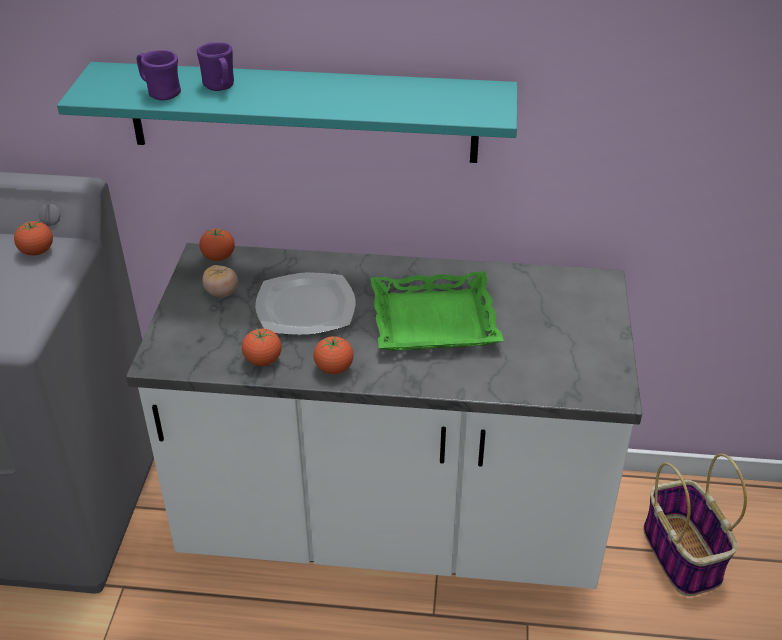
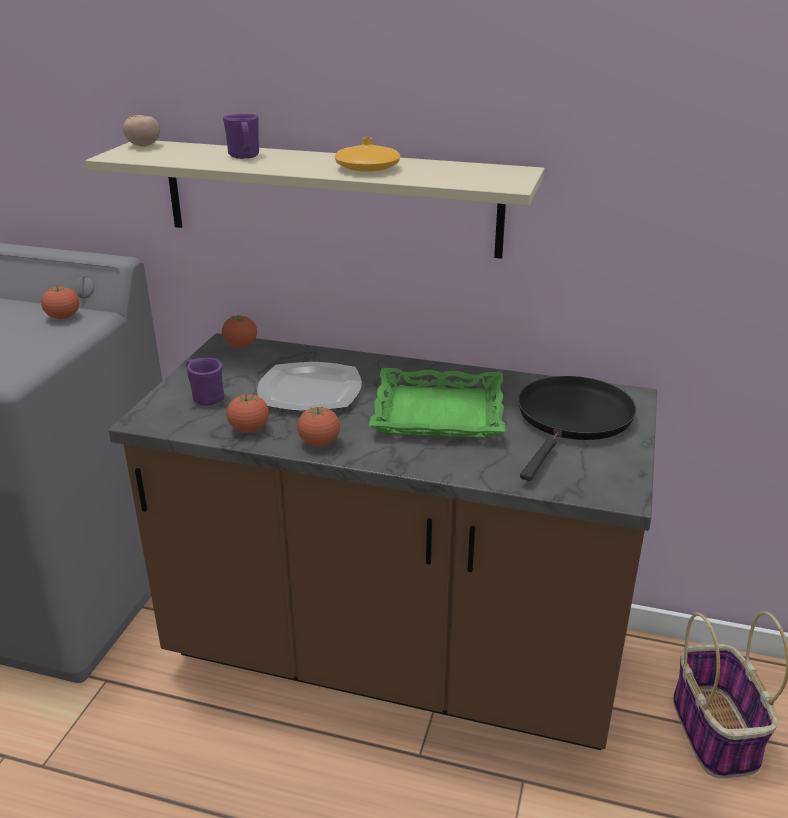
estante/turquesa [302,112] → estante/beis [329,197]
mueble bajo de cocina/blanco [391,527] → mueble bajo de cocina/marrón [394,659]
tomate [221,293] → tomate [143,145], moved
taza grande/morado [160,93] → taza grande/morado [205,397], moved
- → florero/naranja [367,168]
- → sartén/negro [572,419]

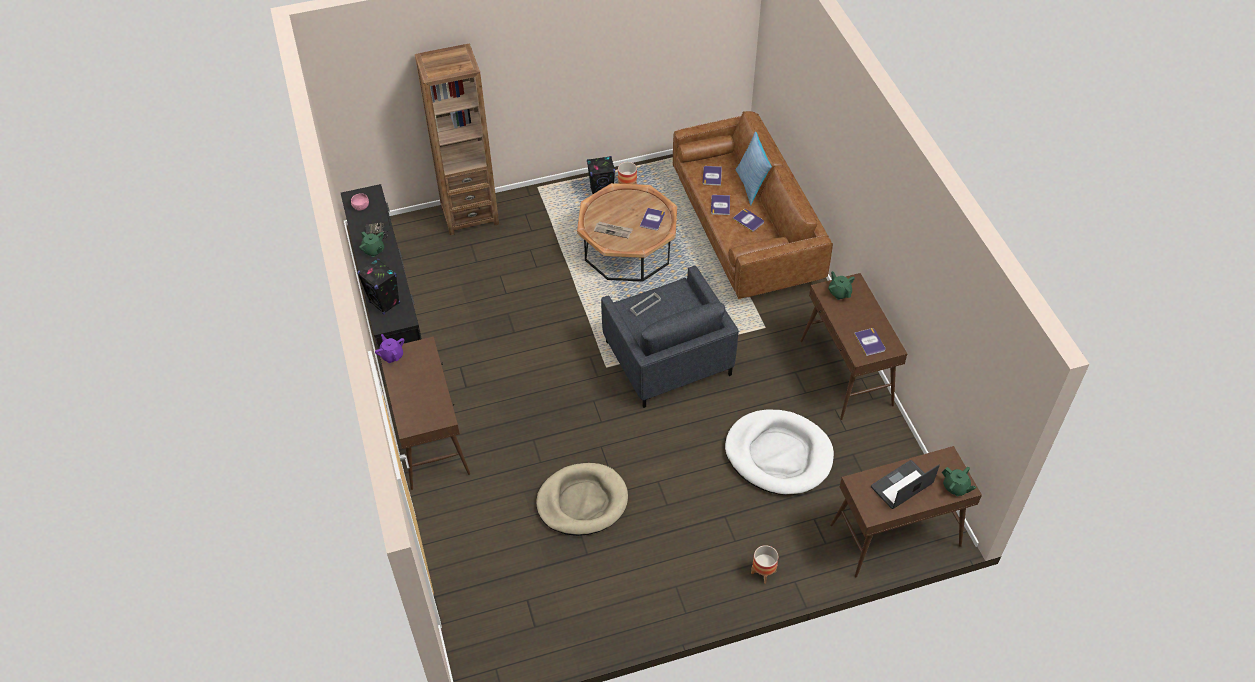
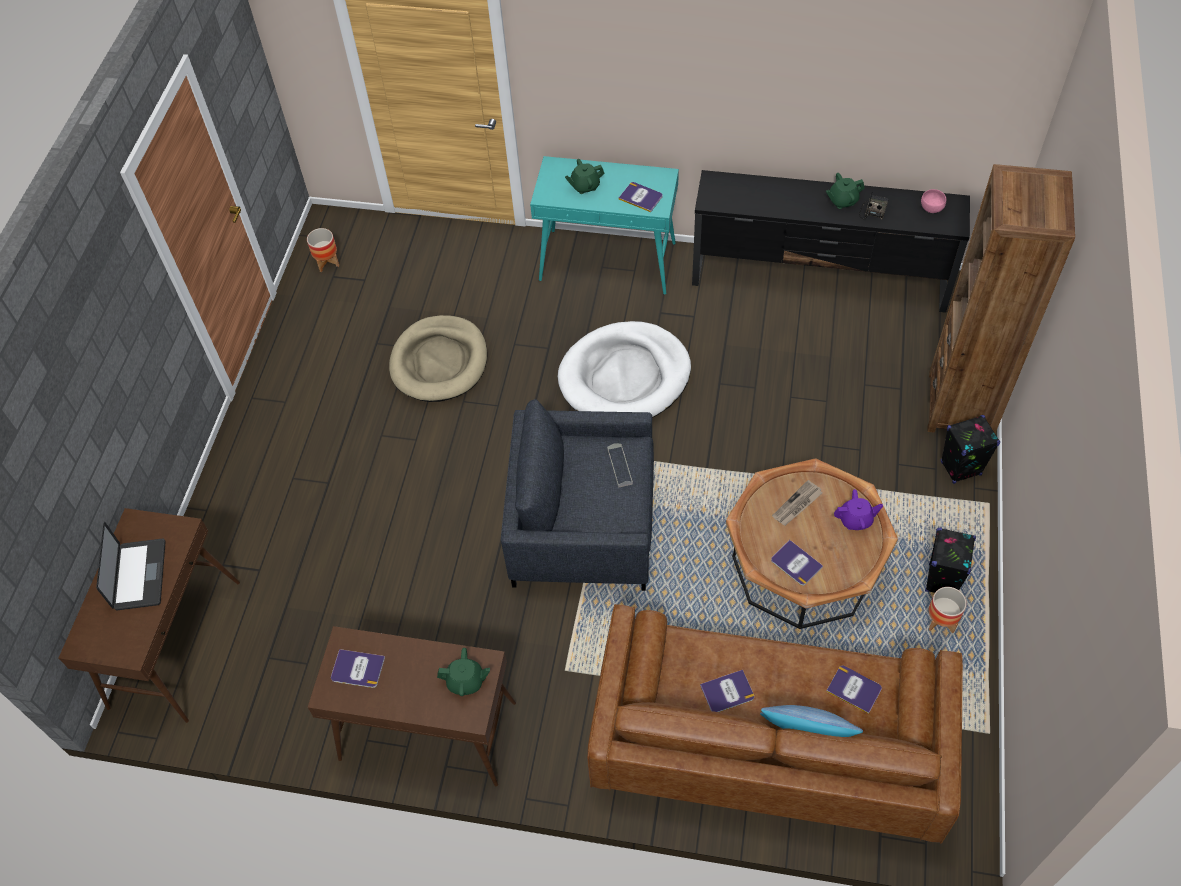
maceta [763,572] → maceta [327,262], moved
mesa consola/marrón [429,438] → mesa consola/turquesa [608,261]
cama para perro/blanco [778,455] → cama para perro/blanco [624,377], moved
tetera/verde [955,487] → tetera/verde [585,186], moved
libro [720,205] → libro [641,197], moved
tetera/morado [392,355] → tetera/morado [855,520], moved
altavoz/negro [384,303] → altavoz/negro [960,468], moved

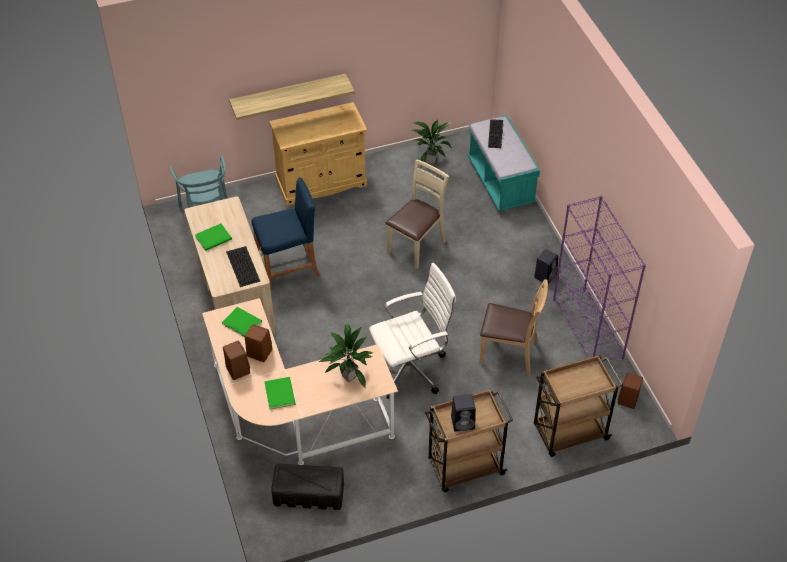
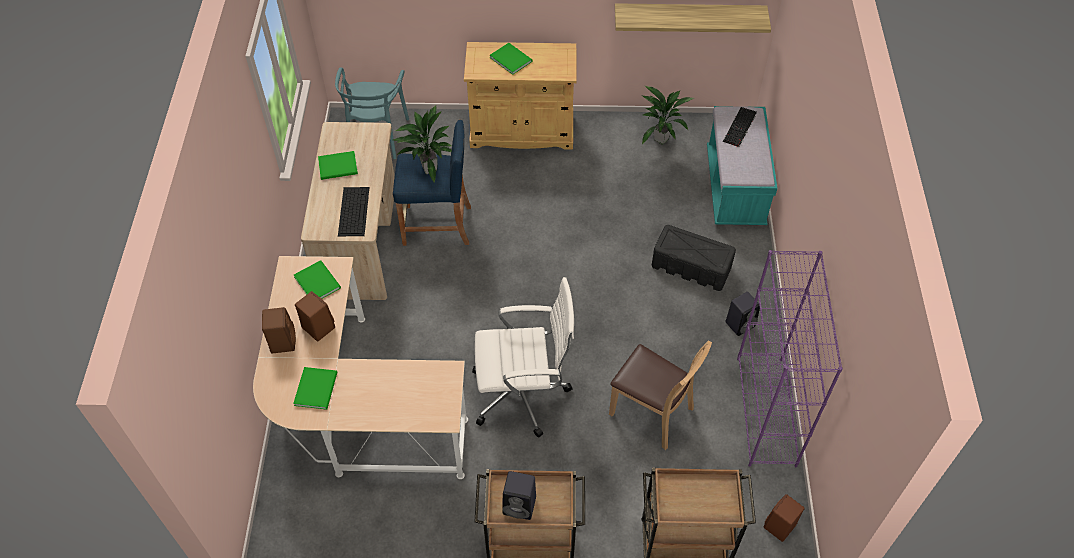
planta en maceta [348,376] → planta en maceta [428,169], moved
- → libro/verde [510,58]
estante [288,95] → estante [689,15], moved
caja de almacenaje/negro [309,494] → caja de almacenaje/negro [691,267], moved
silla/beis [416,246] → -

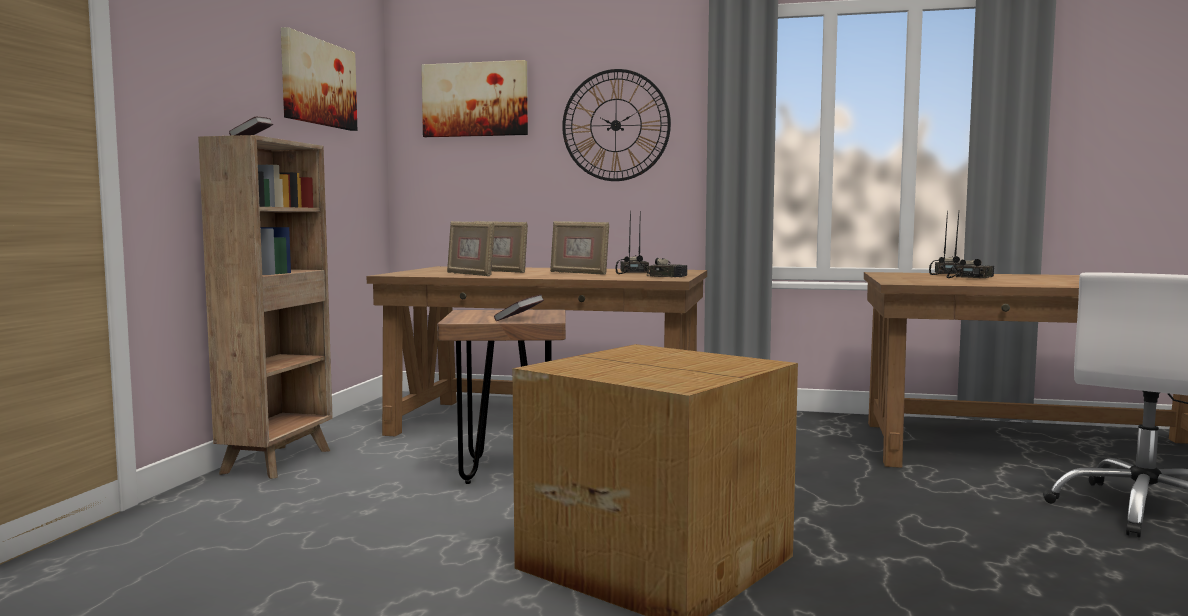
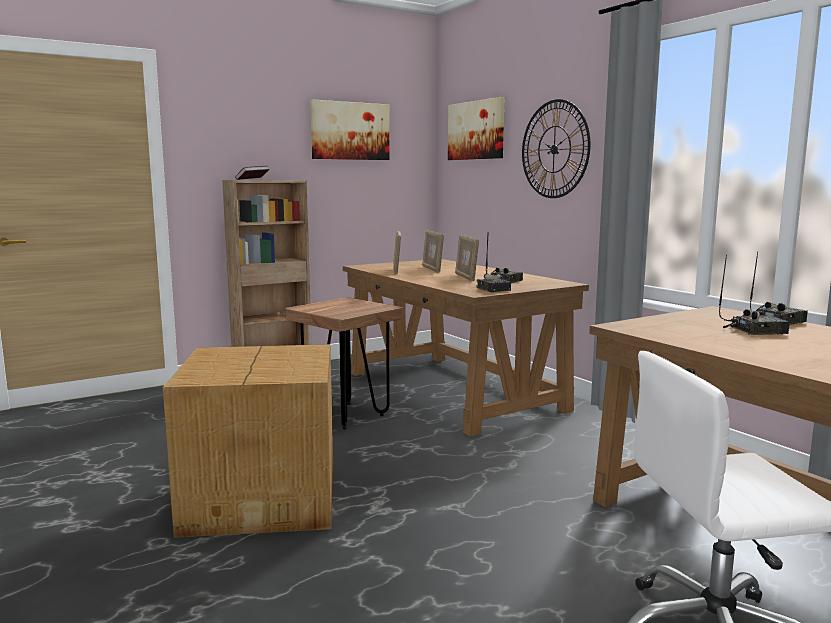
libro [519,319] → -

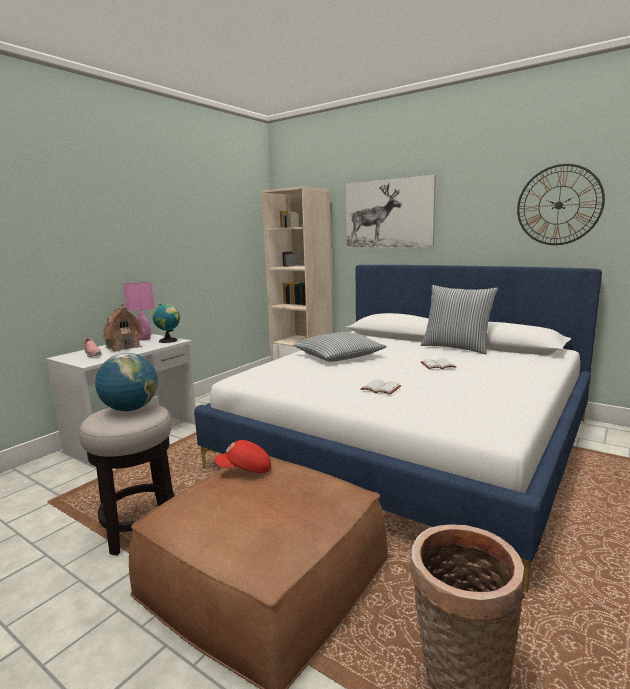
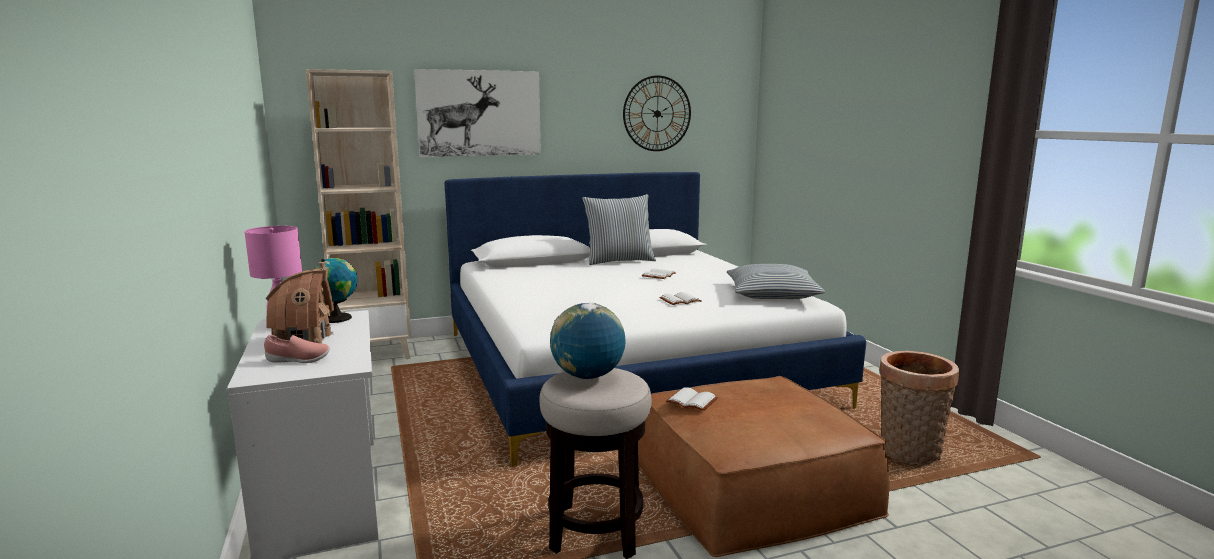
gorra/rojo [245,470] → libro/blanco [693,401]
cojín [338,356] → cojín [772,294], moved

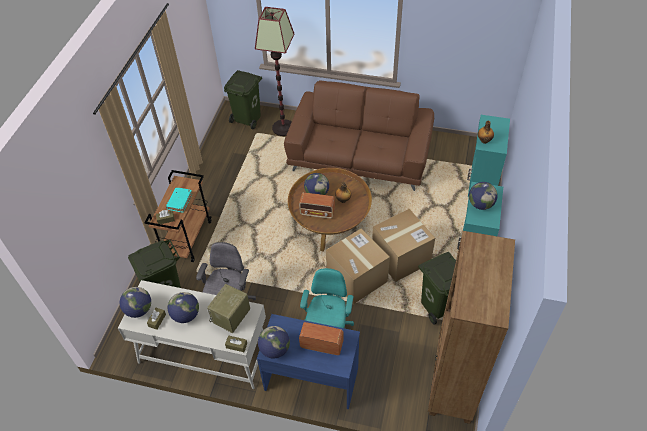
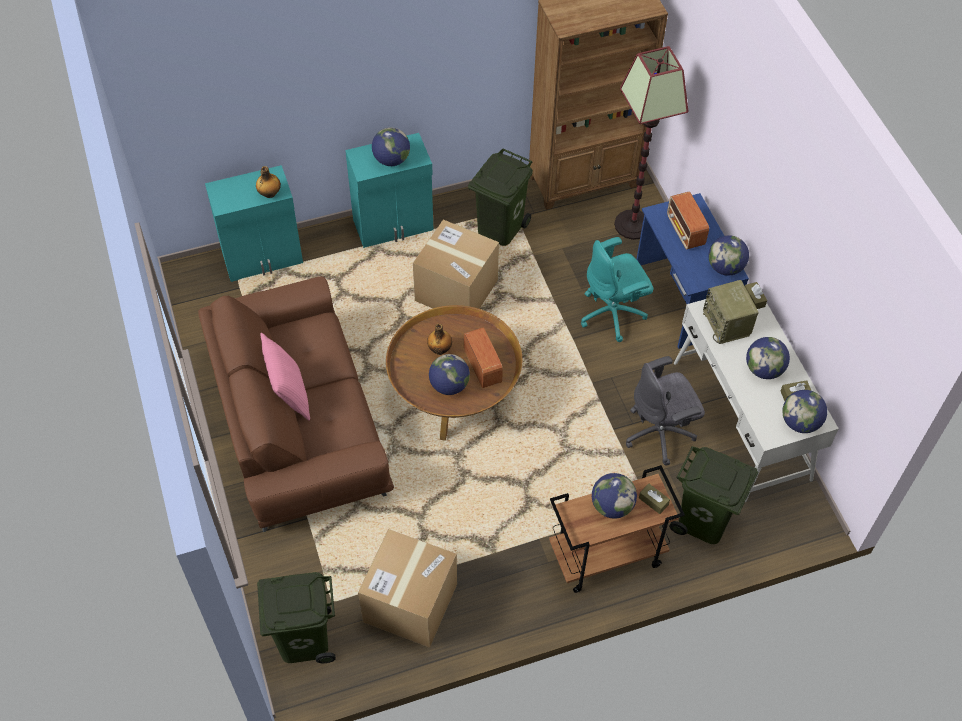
- → cojín/rosa [289,395]
caja de cartón [357,278] → caja de cartón [410,603], moved
libro/turquesa [180,201] → globo terráqueo [612,506]
lámpara de pie [283,128] → lámpara de pie [632,224], moved
radio [231,317] → radio [727,324], 75 degrees clockwise

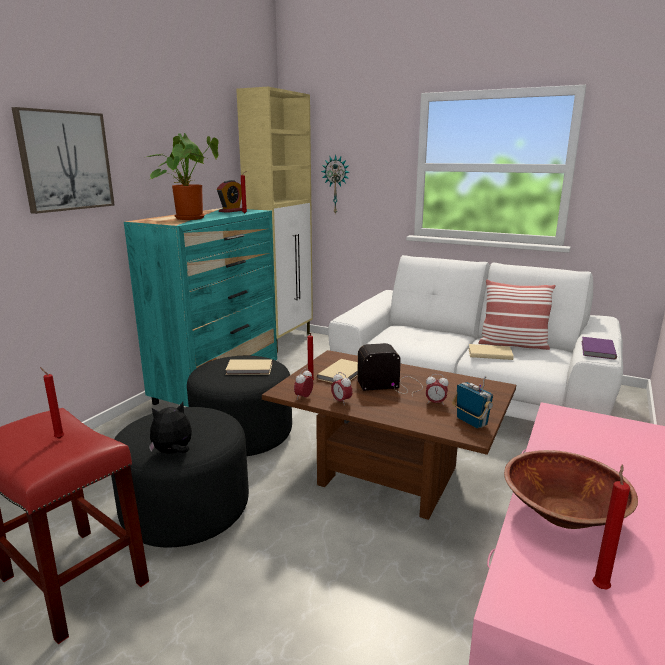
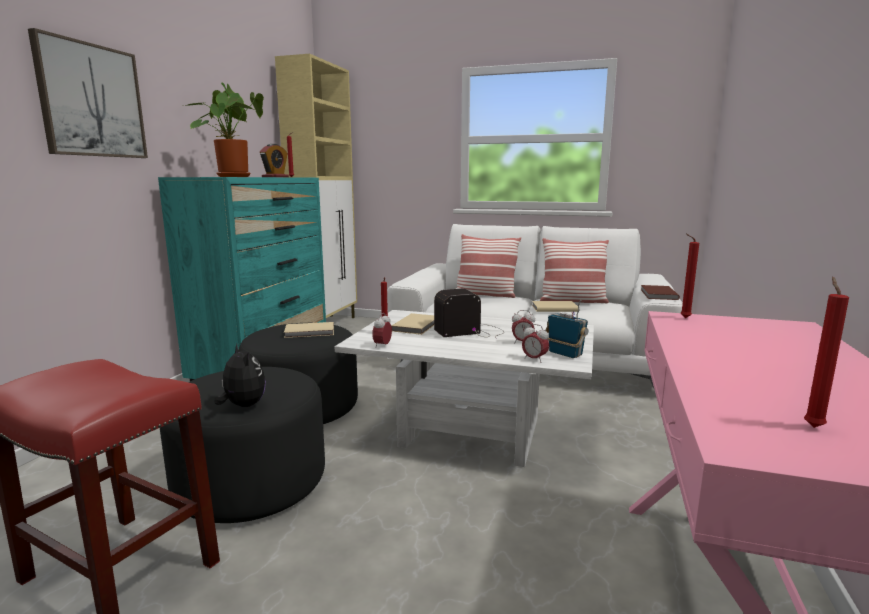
peluche [173,452] → peluche [242,406], 90 degrees clockwise
mesa de centro/marrón [388,476] → mesa de centro/blanco [471,432]
- → cojín [485,294]
despertador [341,401] → despertador [534,359], moved
libro/morado [596,350] → libro/marrón [657,294]
vela/rojo [58,438] → vela/rojo [683,318], moved
reloj de pared [336,185] → -
cuenco/marrón [563,514] → -

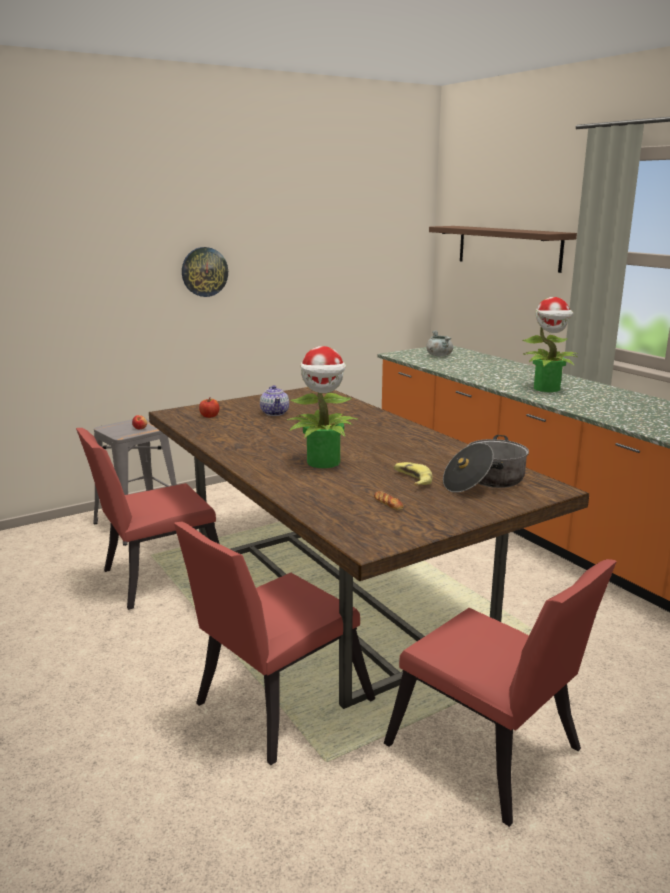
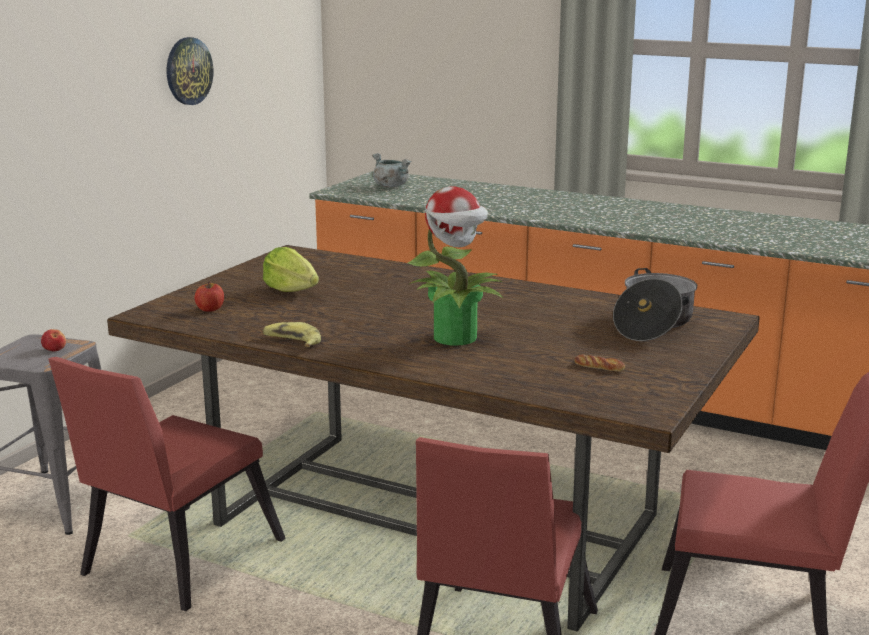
reloj de pared [204,272] → reloj de pared [188,71], moved
tetera [275,413] → lechuga [291,290]
plátano [412,479] → plátano [292,342], moved
estante [508,247] → -
planta en maceta [547,389] → -

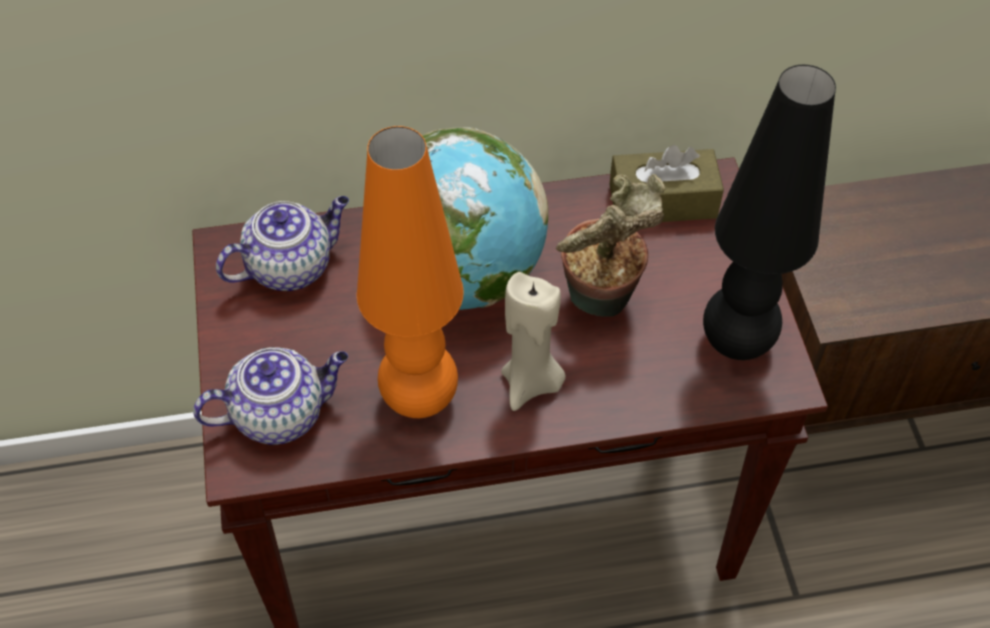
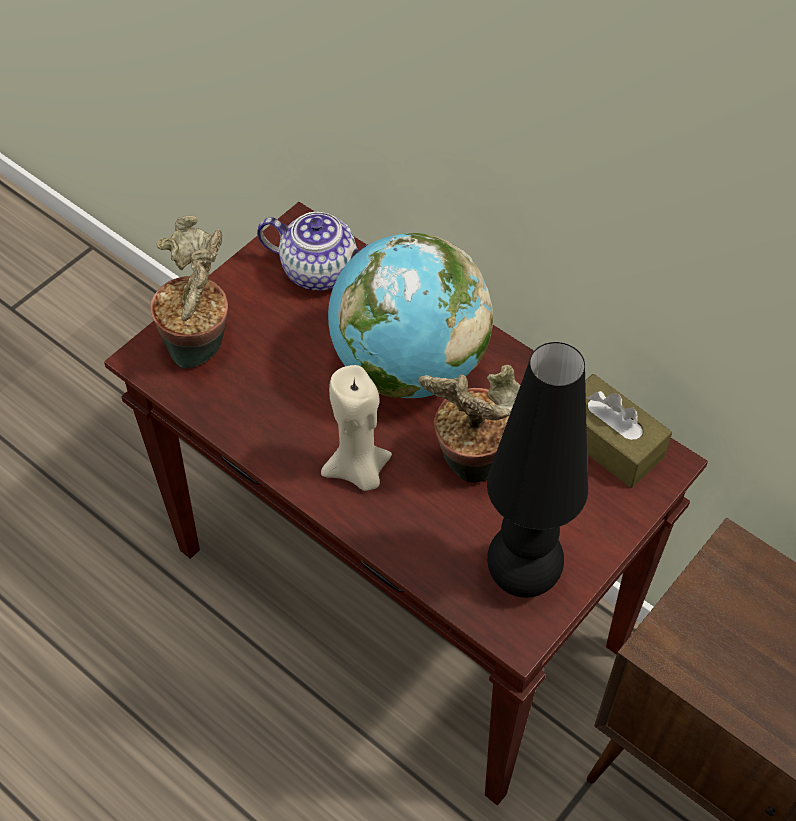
tetera [281,413] → planta en maceta [202,351]
lámpara de mesa/naranja [420,399] → -

